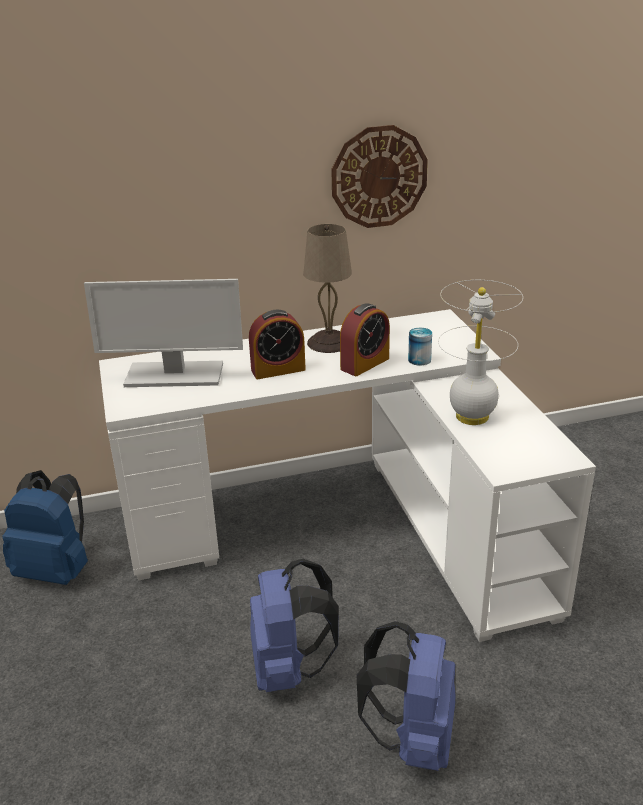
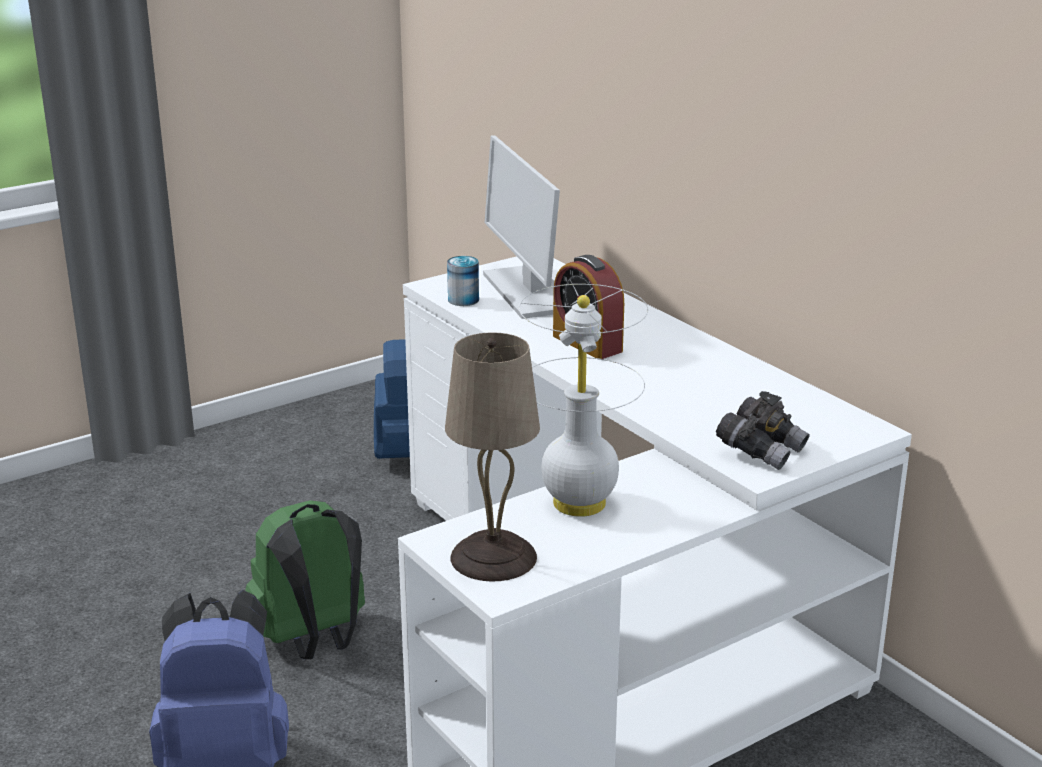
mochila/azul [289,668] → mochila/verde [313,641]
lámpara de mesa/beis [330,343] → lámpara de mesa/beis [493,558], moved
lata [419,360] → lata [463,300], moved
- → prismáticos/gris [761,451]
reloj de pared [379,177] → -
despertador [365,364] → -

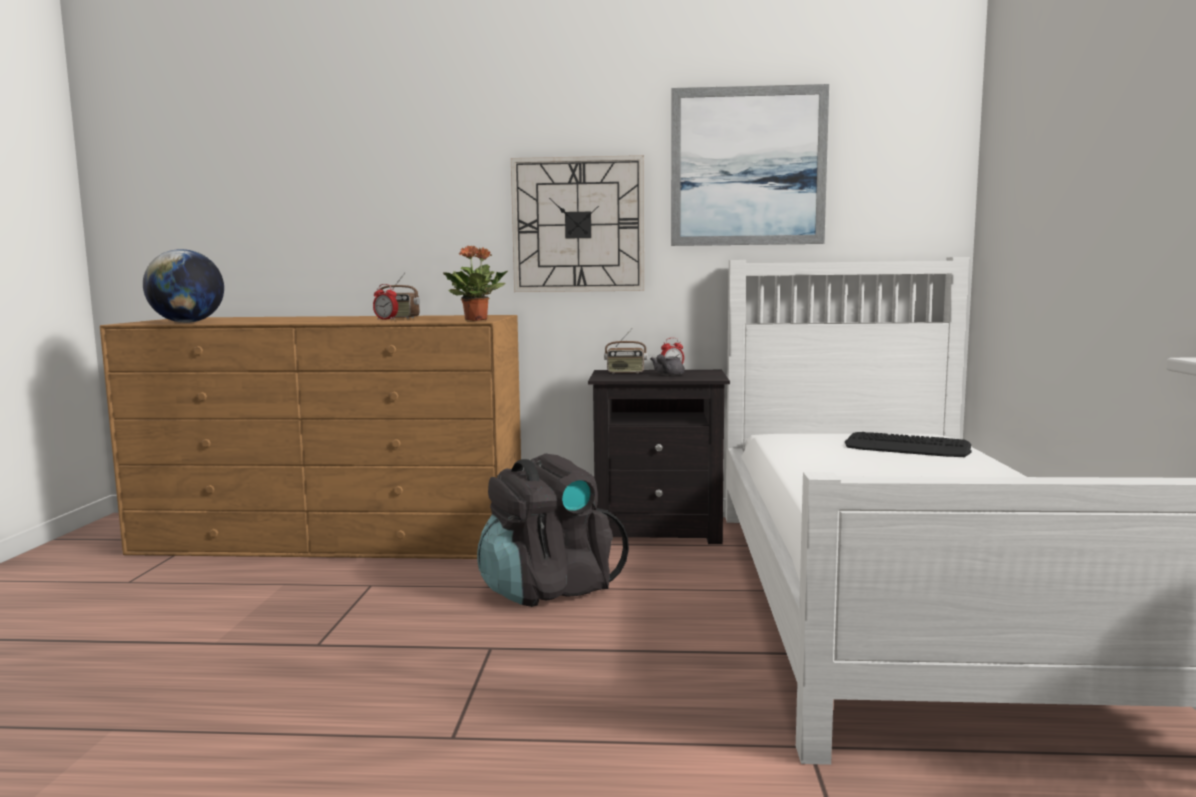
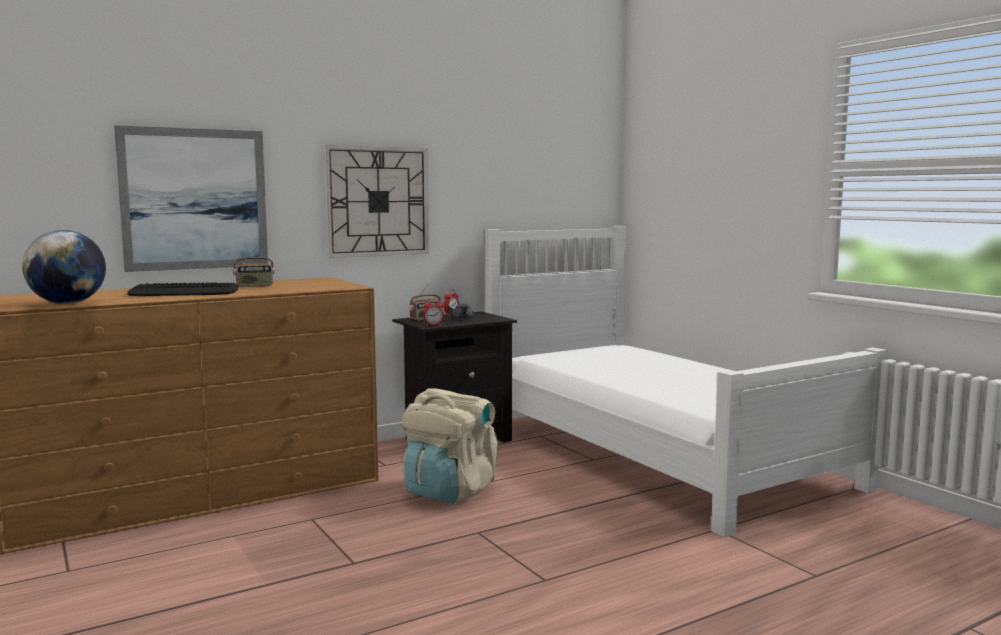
cuadro [748,167] → cuadro [194,199], moved
teclado [907,447] → teclado [184,292], moved
mochila/negro [548,589] → mochila/beis [449,491]
despertador [386,319] → despertador [433,325], moved
planta en maceta [476,320] → -

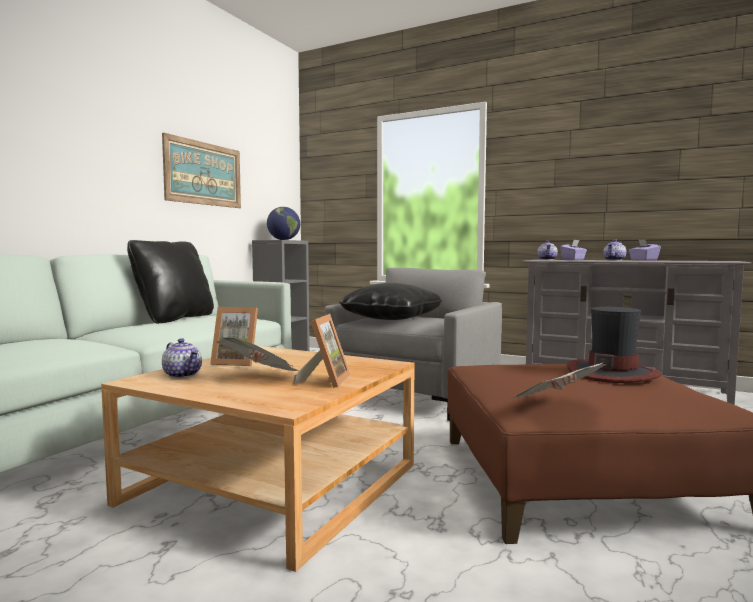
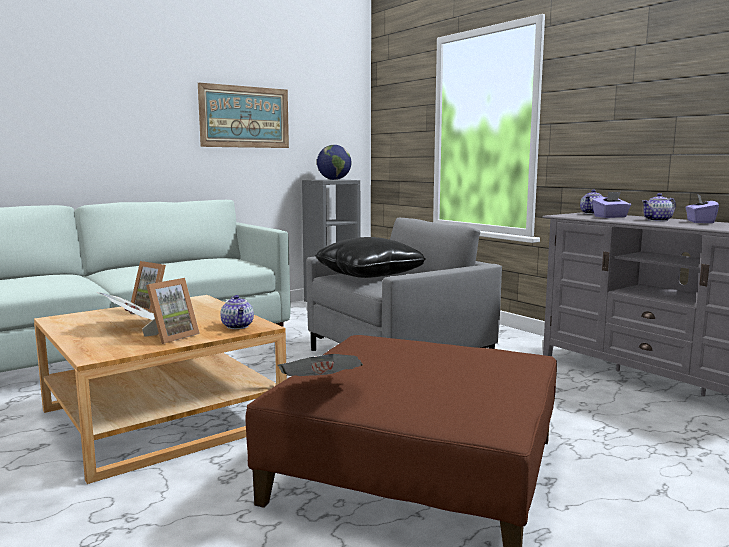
tetera [183,375] → tetera [238,326], moved
cojín/negro [174,318] → -
sombrero [612,373] → -

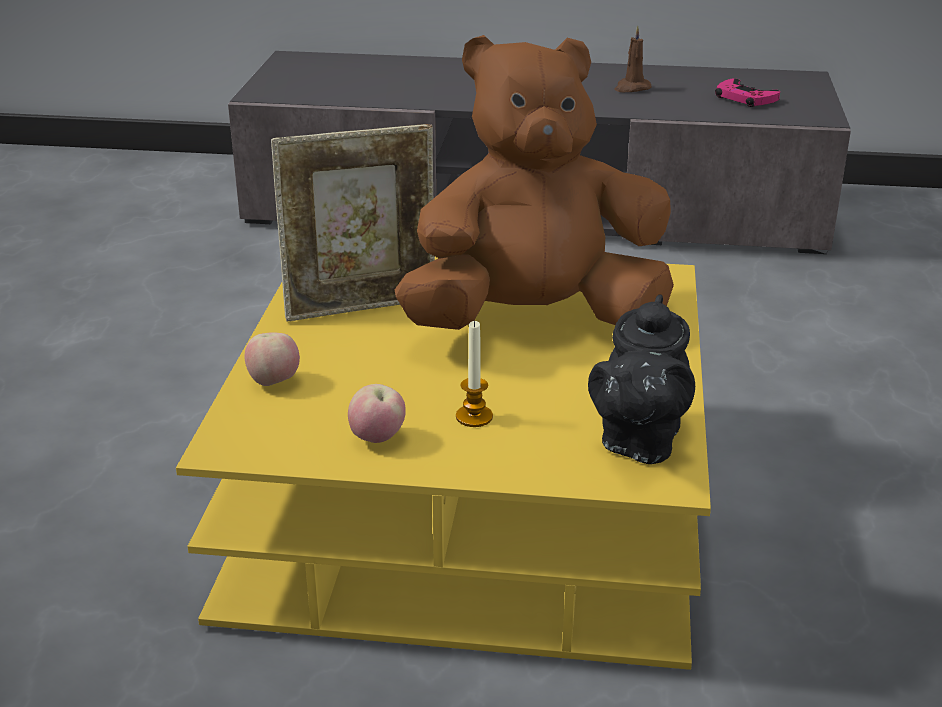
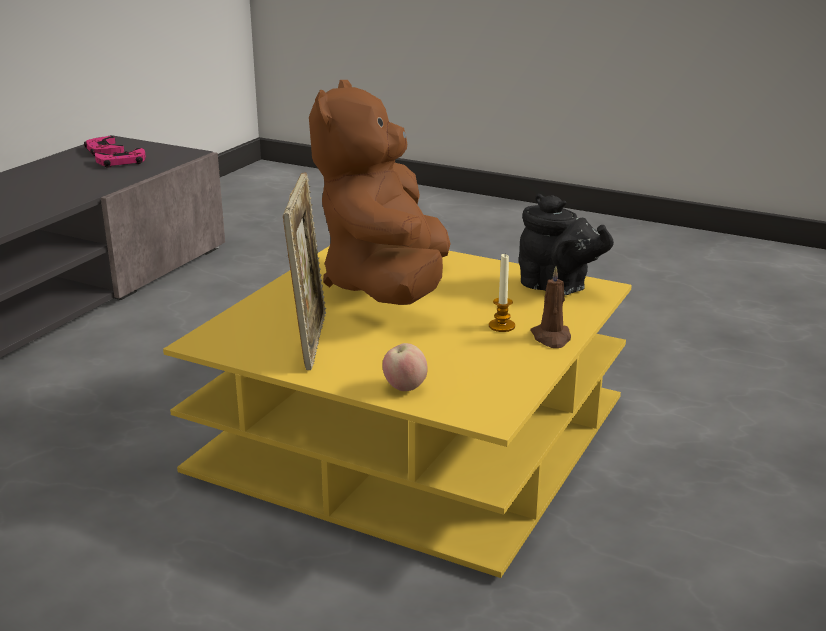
- → mando de consola/rosa [104,150]
vela/marrón [631,88] → vela/marrón [551,338], moved
manzana [377,439] → -

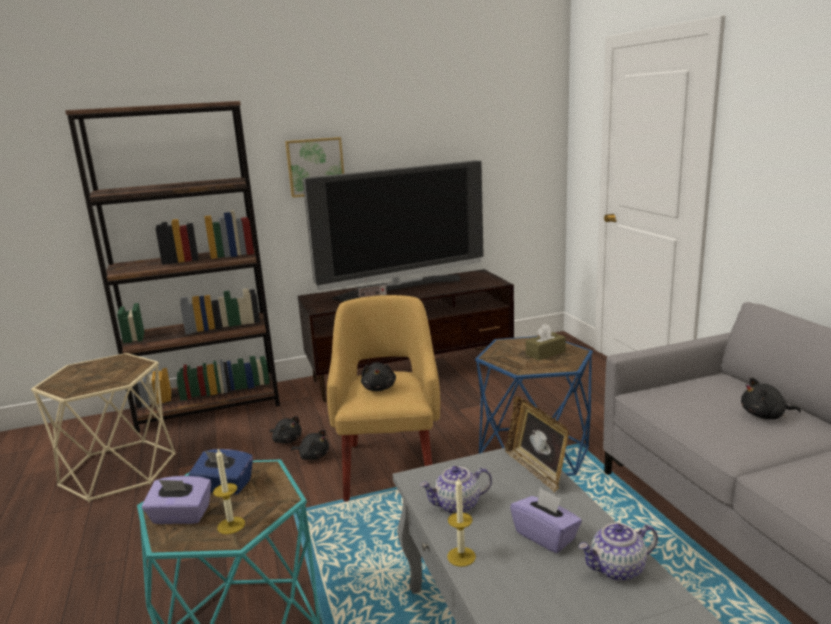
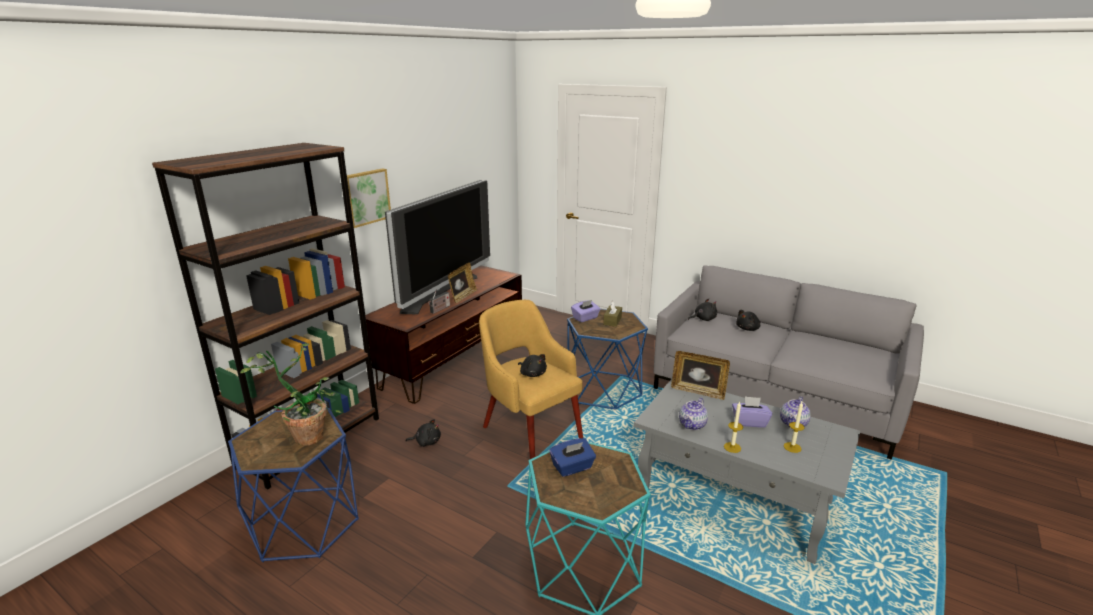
mesa auxiliar/beis [119,470] → mesa auxiliar/azul [305,523]
- → planta en maceta [307,433]
- → portarretratos [462,296]
caja de pañuelos/morado [181,516] → caja de pañuelos/morado [585,318], moved
peluche/negro [313,456] → peluche/negro [703,319], moved
vela [231,525] → vela [792,447], moved

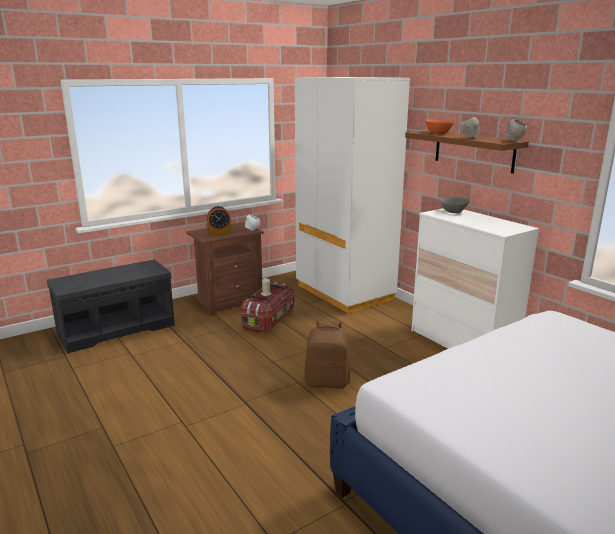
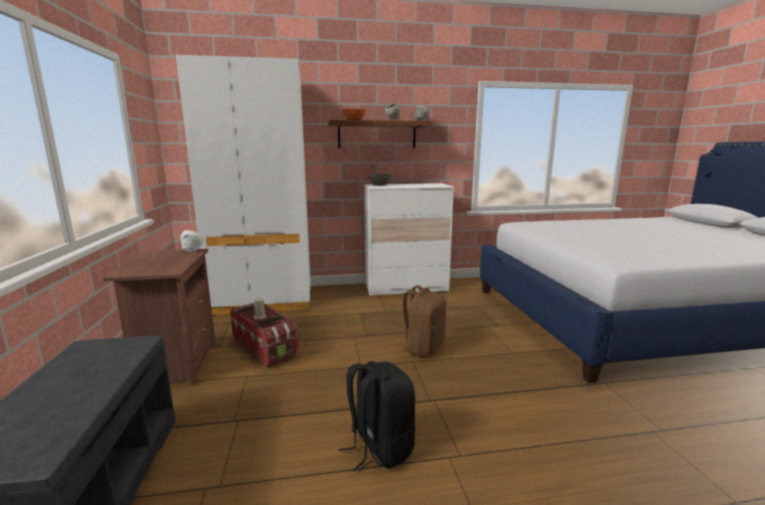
- → mochila/negro [379,448]
despertador [219,233] → -

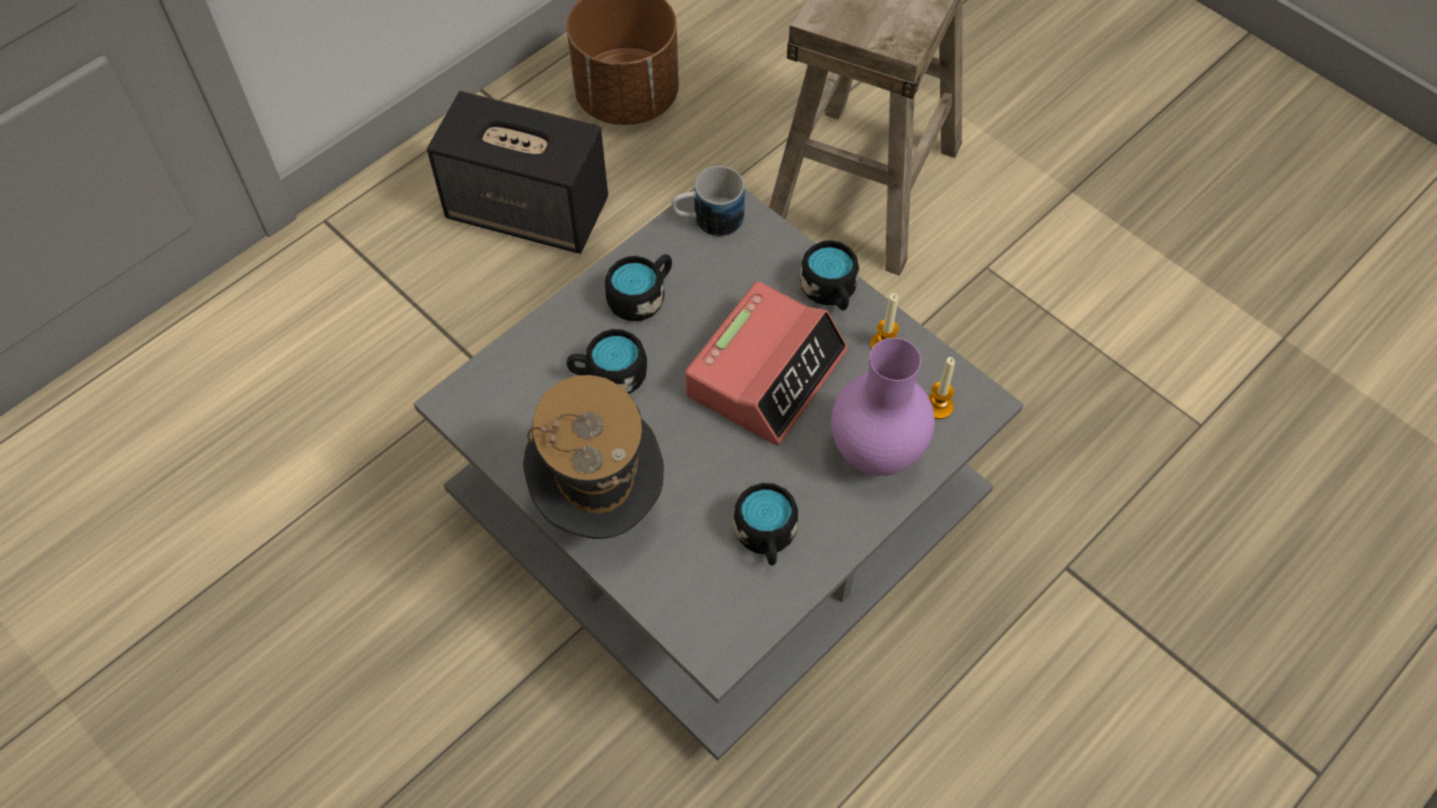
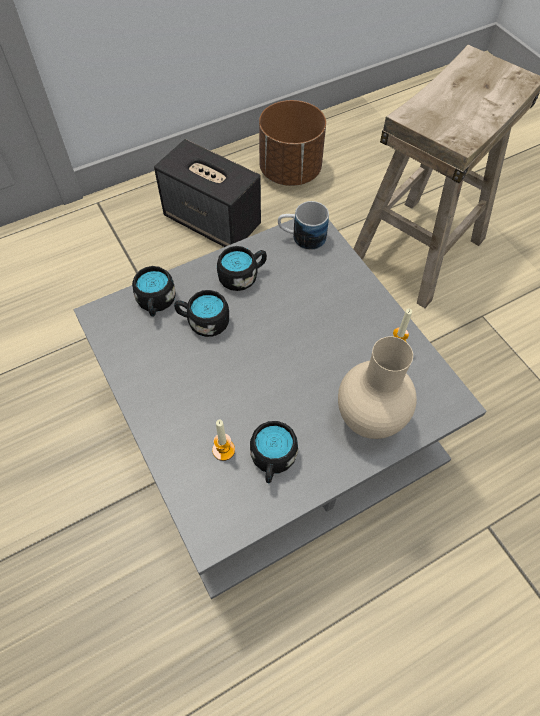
taza grande/negro [830,292] → taza grande/negro [156,303], moved
vela [938,406] → vela [223,450], moved
florero/morado [873,454] → florero/beis [367,419]
sombrero [599,504] → -
despertador [766,372] → -

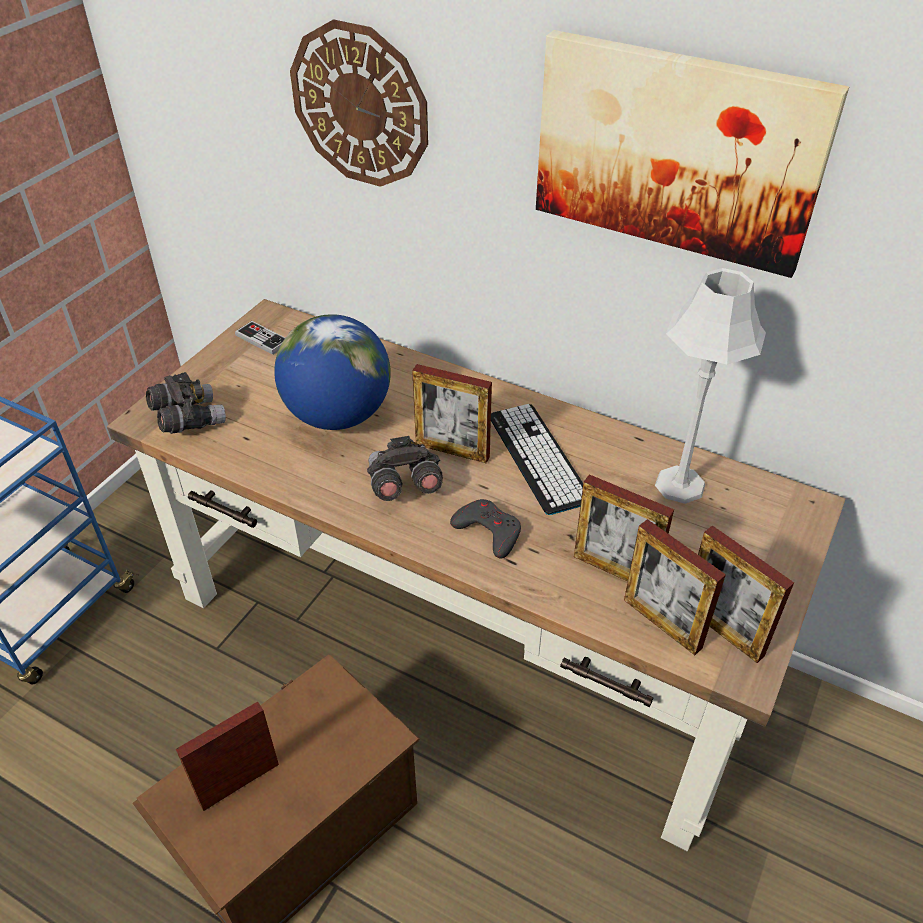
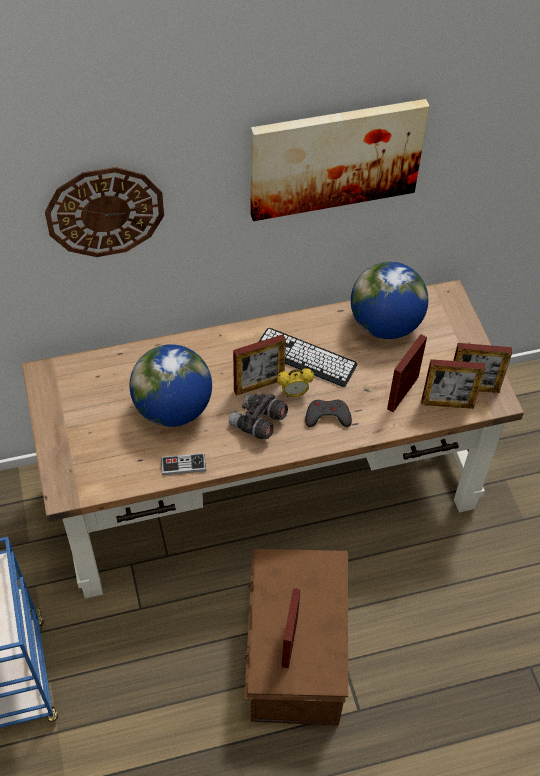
mando de consola [262,339] → mando de consola [183,465], moved
- → despertador [294,393]
lámpara de mesa/gris [680,485] → globo terráqueo [385,324]
portarretratos [614,570] → portarretratos [402,393], 135 degrees clockwise
prismáticos/gris [188,419] → -

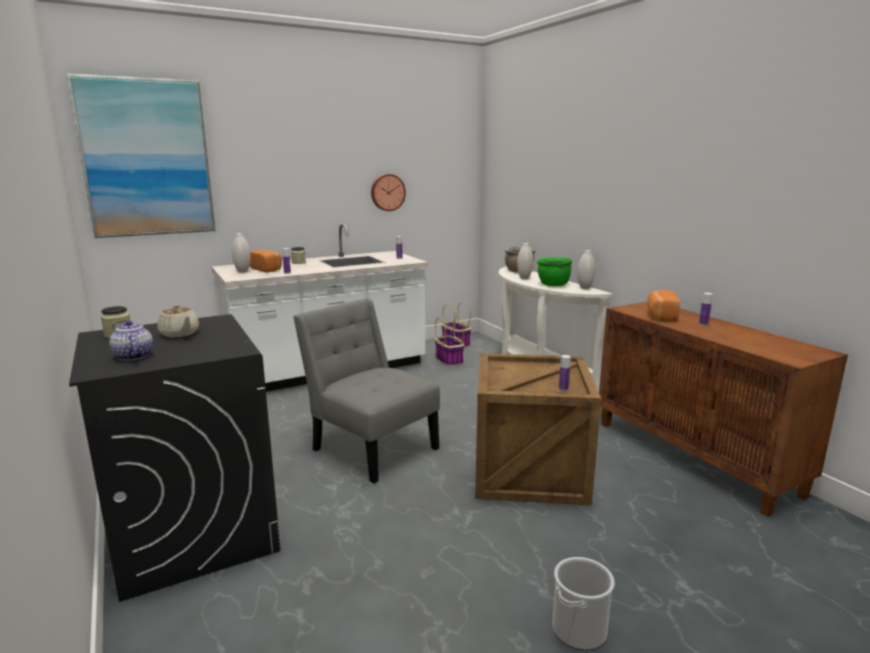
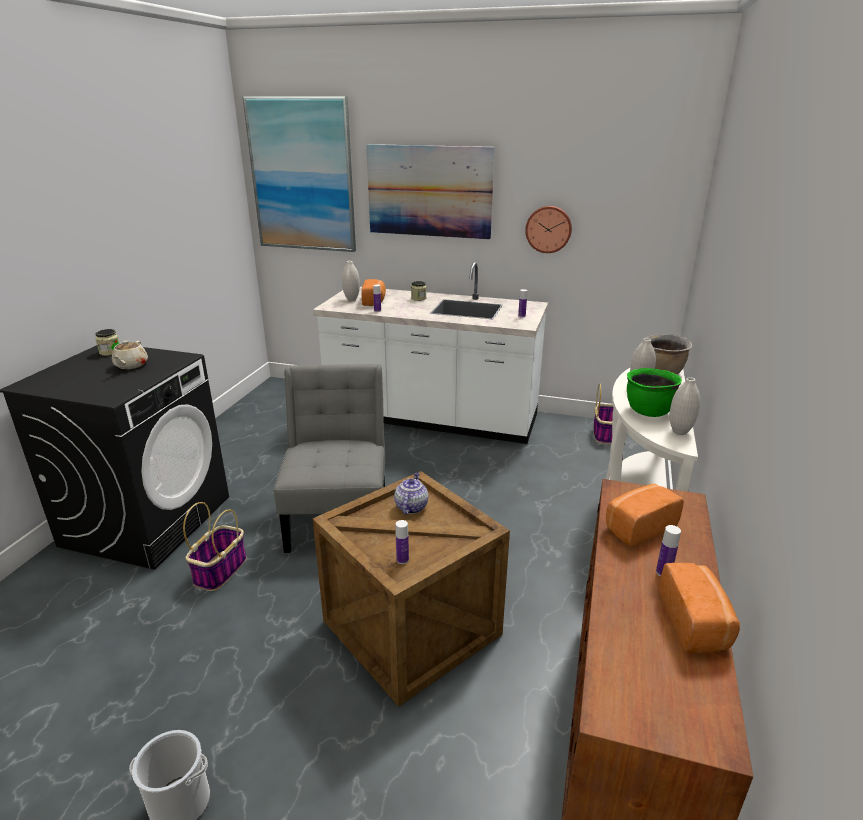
cesta [448,360] → cesta [220,570], moved
- → cuadro [429,191]
tetera [133,356] → tetera [411,506], moved
- → pan [695,623]

